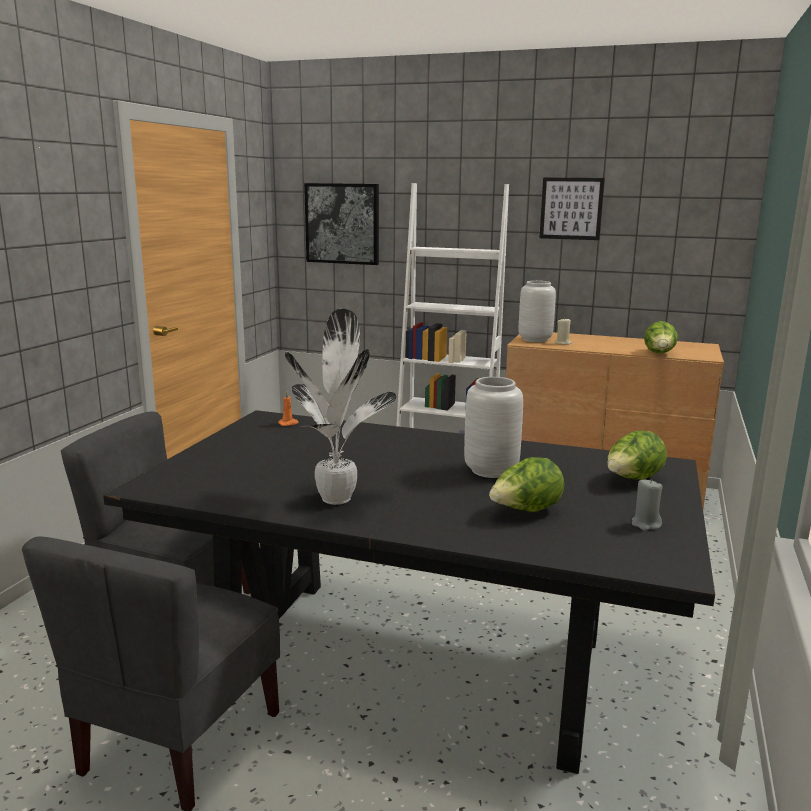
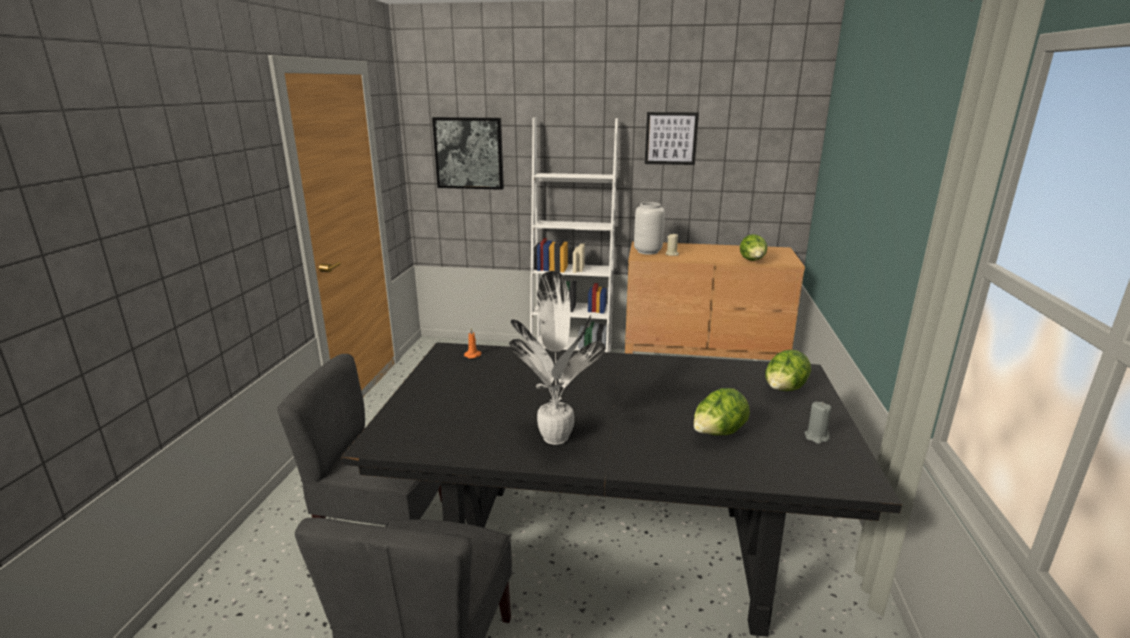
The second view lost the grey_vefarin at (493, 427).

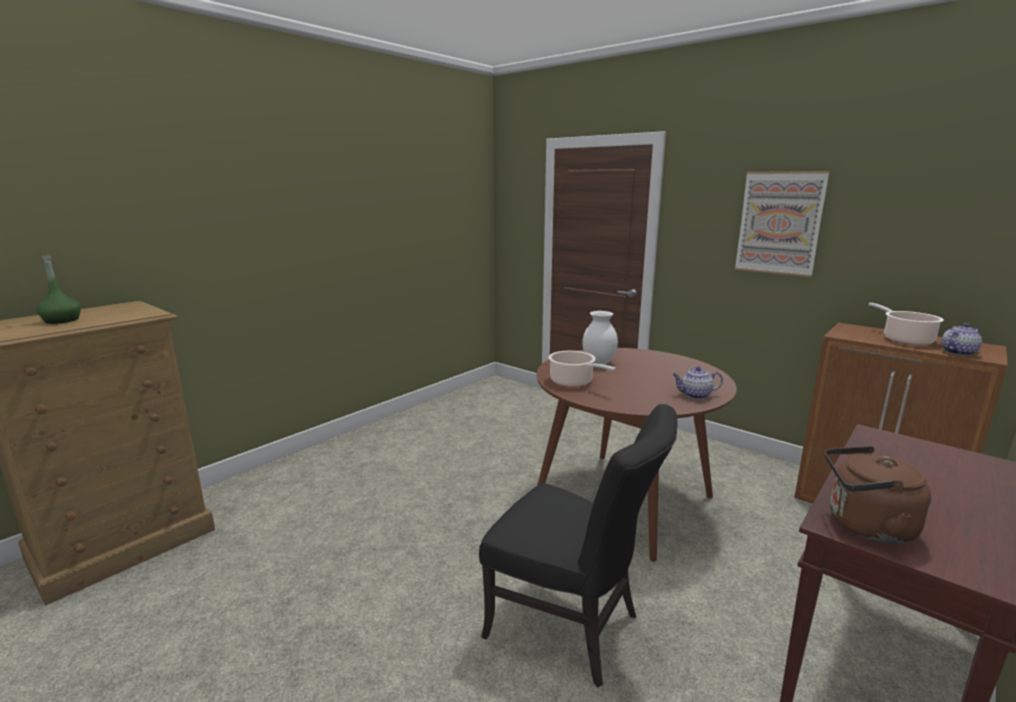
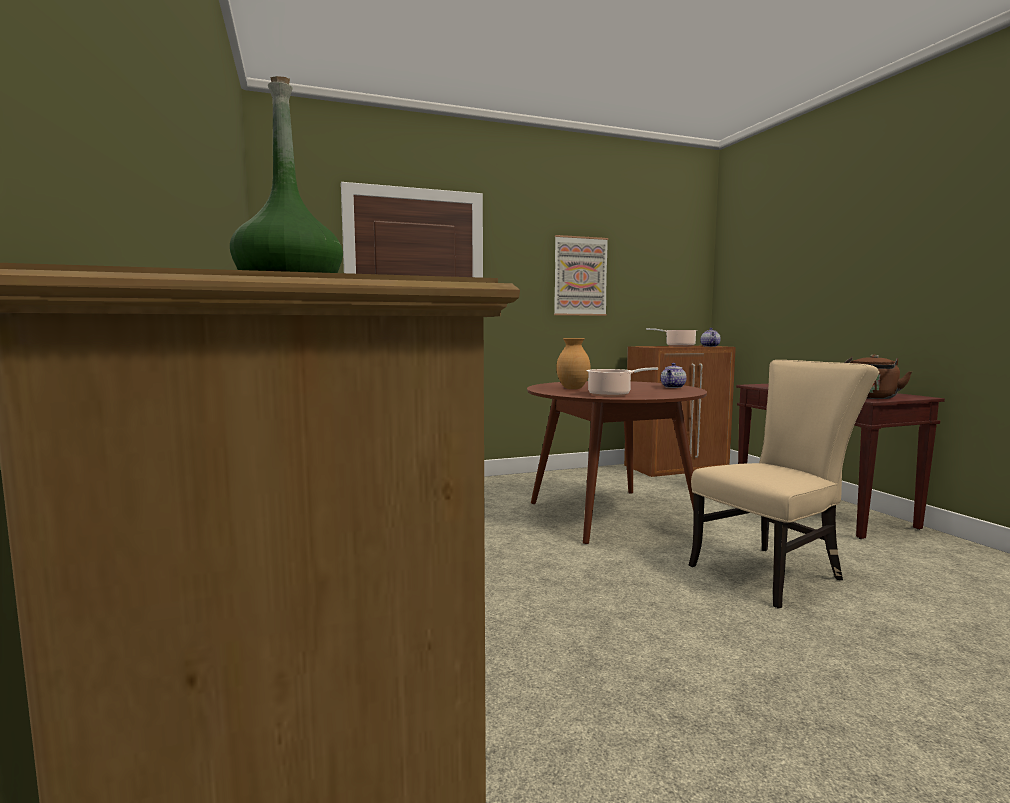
What was the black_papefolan at (578, 546) turned into the beige_papefolan at (783, 484). What was the white_vefarin at (600, 338) turned into the brown_vefarin at (573, 363).

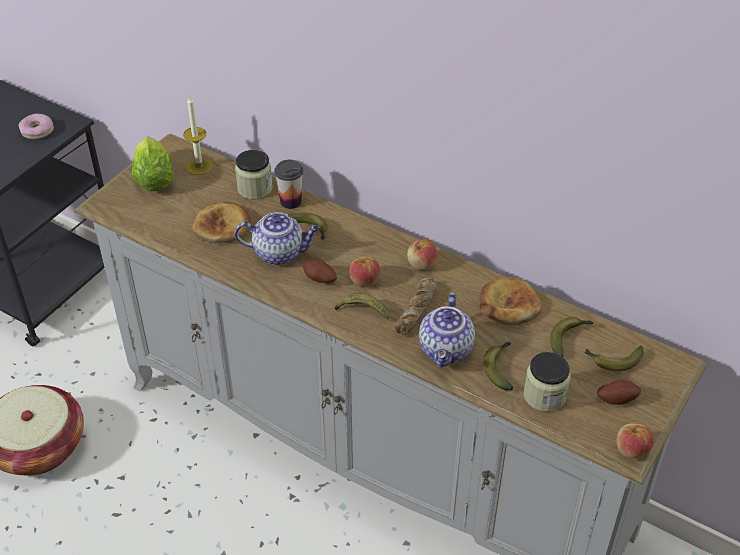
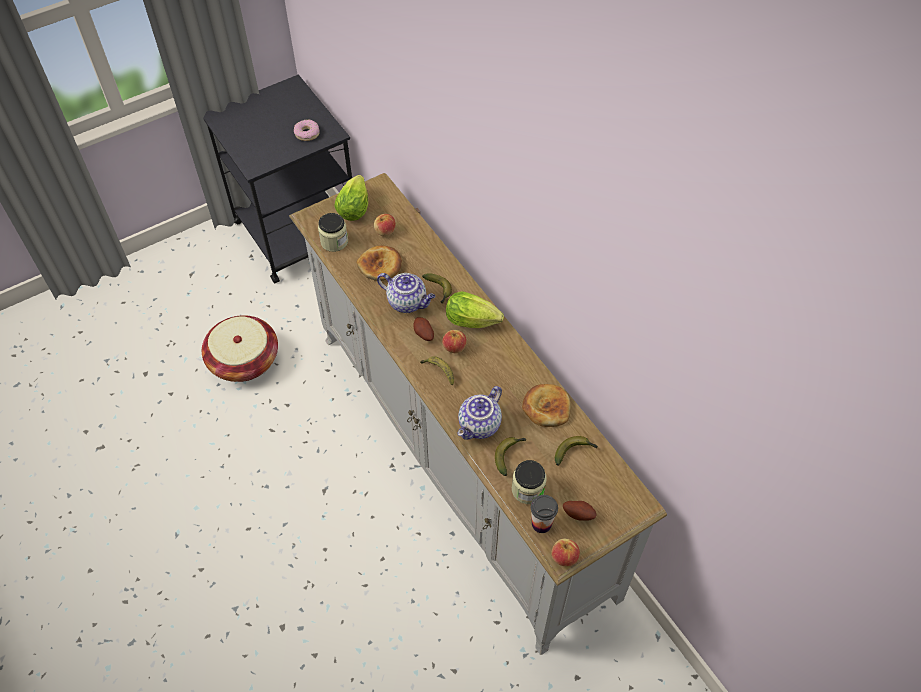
The second view lost the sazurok at (198, 135). The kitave ended up elsewhere, having gone from (254, 174) to (333, 232). The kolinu ended up elsewhere, having gone from (288, 184) to (544, 514). The second view lost the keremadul at (416, 306). The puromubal ended up elsewhere, having gone from (422, 254) to (385, 225). The second view lost the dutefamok at (614, 358). The second view gained the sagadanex at (475, 309).

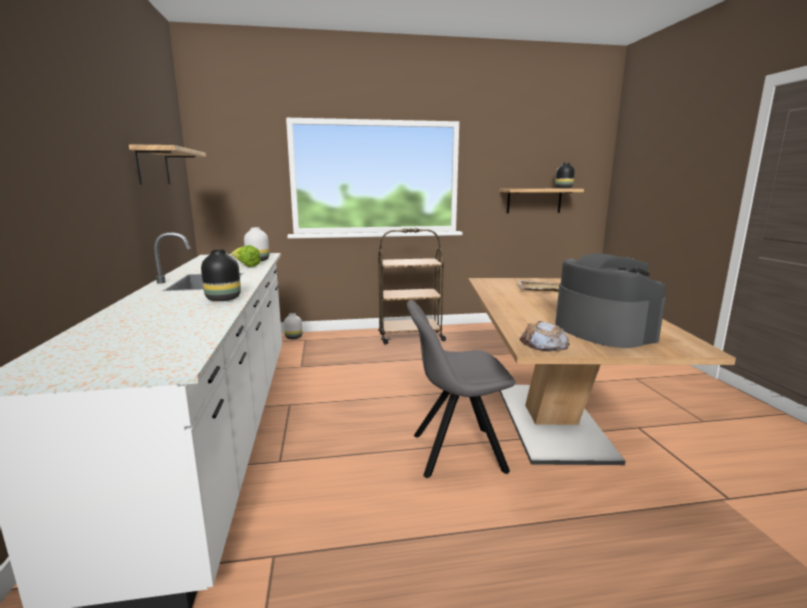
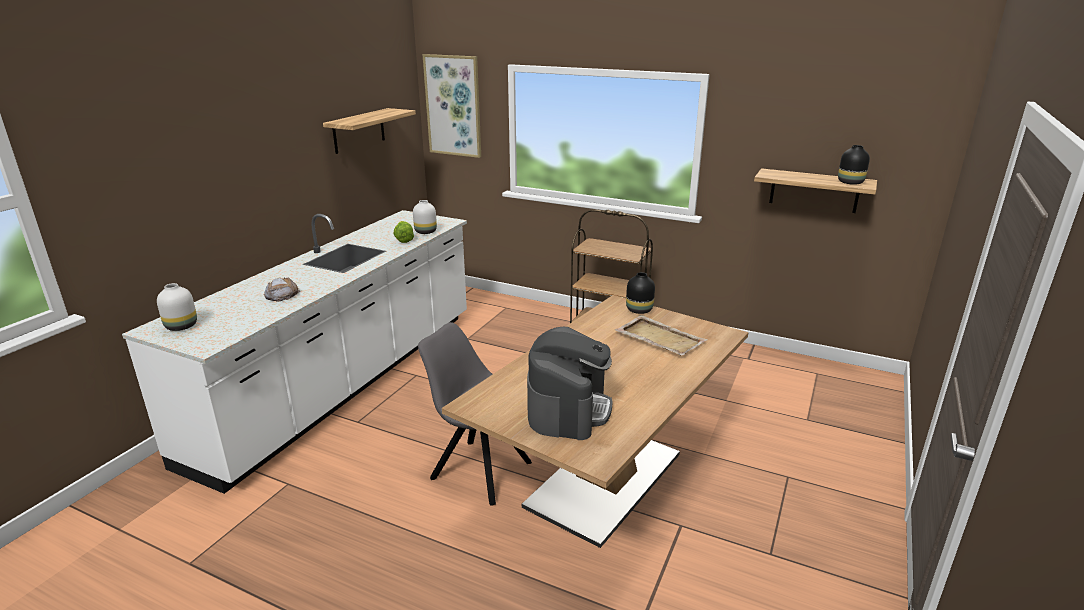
The black_vefarin ended up elsewhere, having gone from (221, 275) to (640, 293). The white_vefarin ended up elsewhere, having gone from (293, 326) to (177, 307). The keremadul ended up elsewhere, having gone from (545, 336) to (282, 289). The second view gained the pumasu at (452, 106).

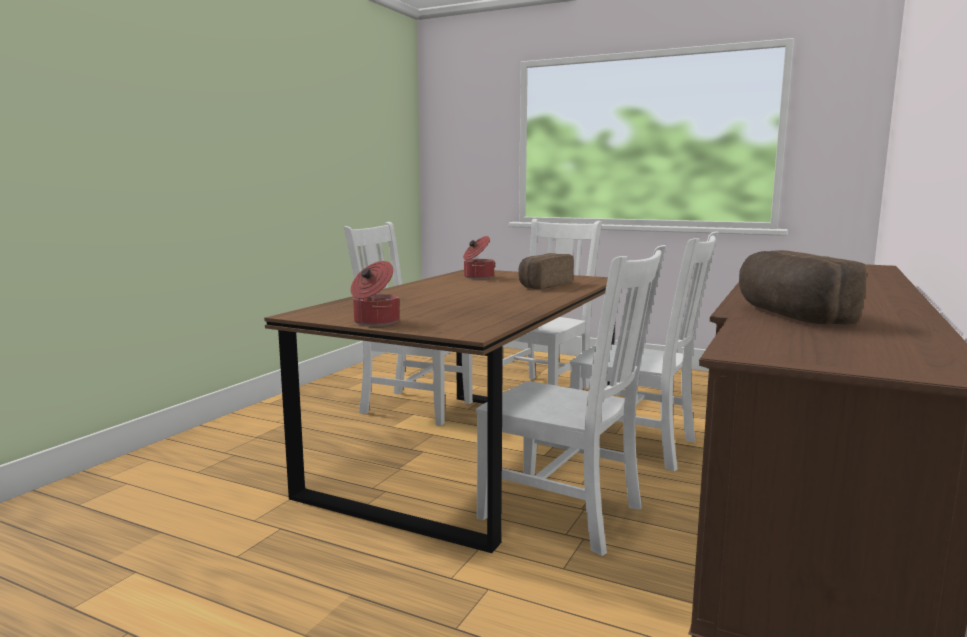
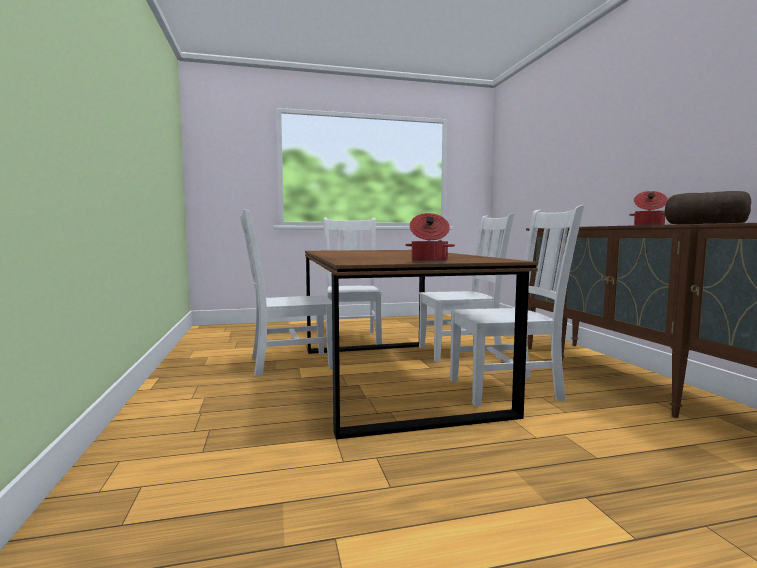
The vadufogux ended up elsewhere, having gone from (479, 257) to (648, 208). The second view lost the keremadul at (546, 271).

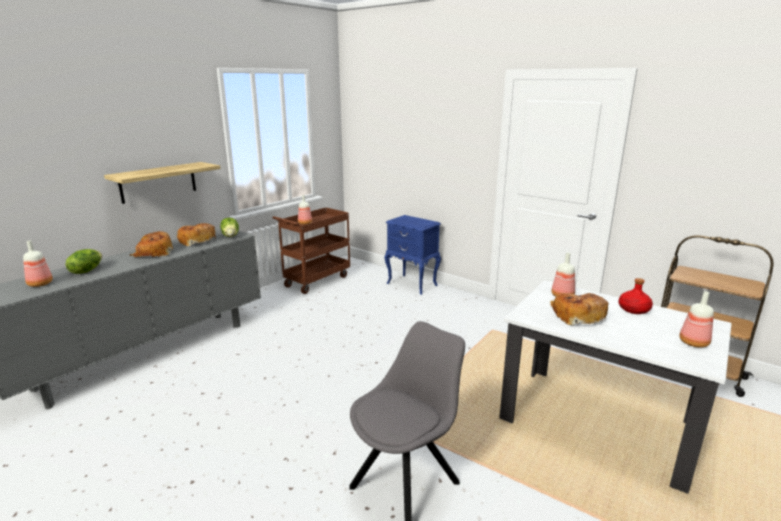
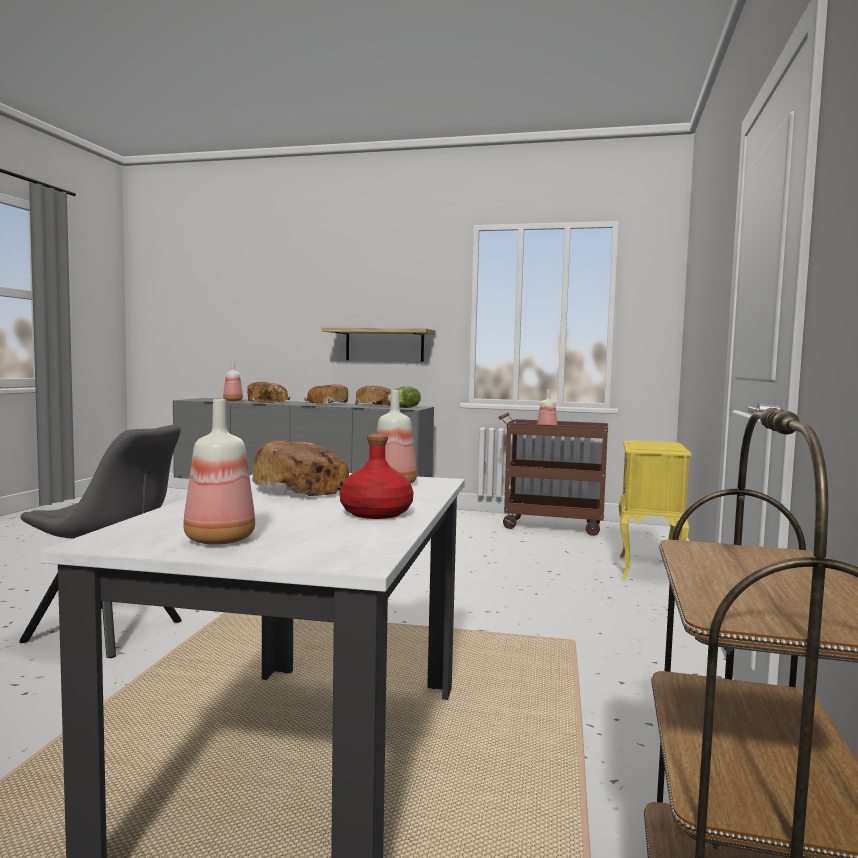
Where the sagadanex stood at (83, 261), the keremadul came to stand at (268, 392). What was the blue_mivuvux at (412, 255) turned into the yellow_mivuvux at (655, 510).

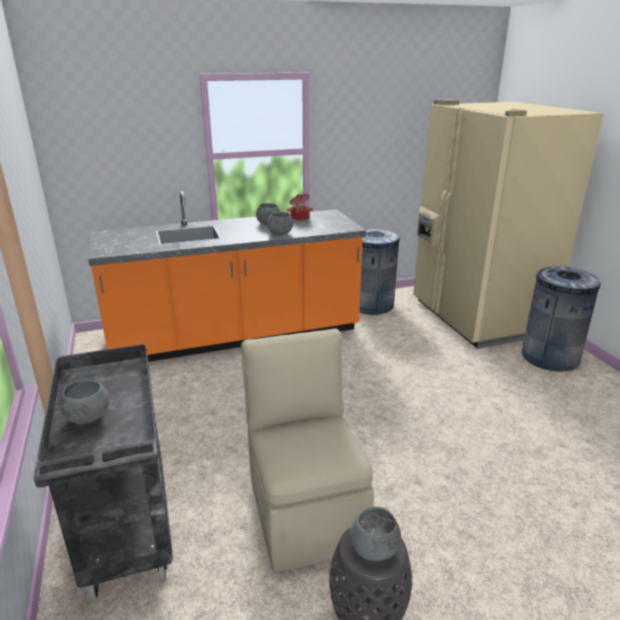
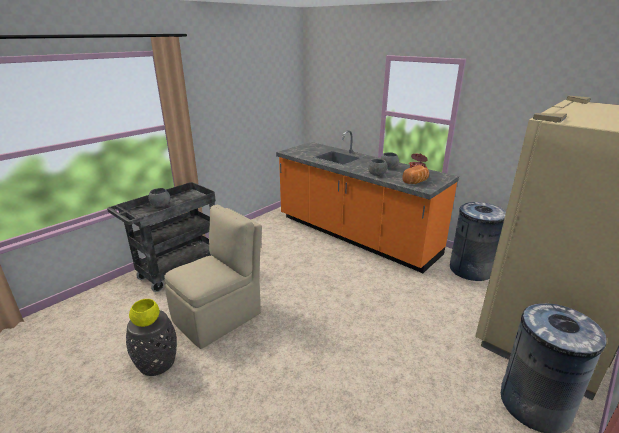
What was the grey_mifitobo at (375, 533) turned into the yellow_mifitobo at (144, 313). The second view gained the keremadul at (415, 174).

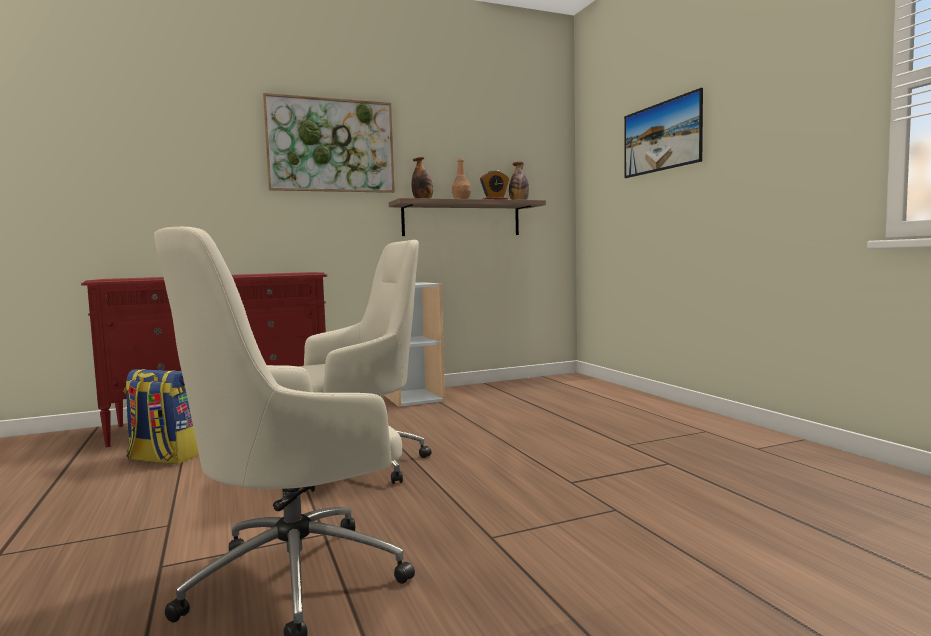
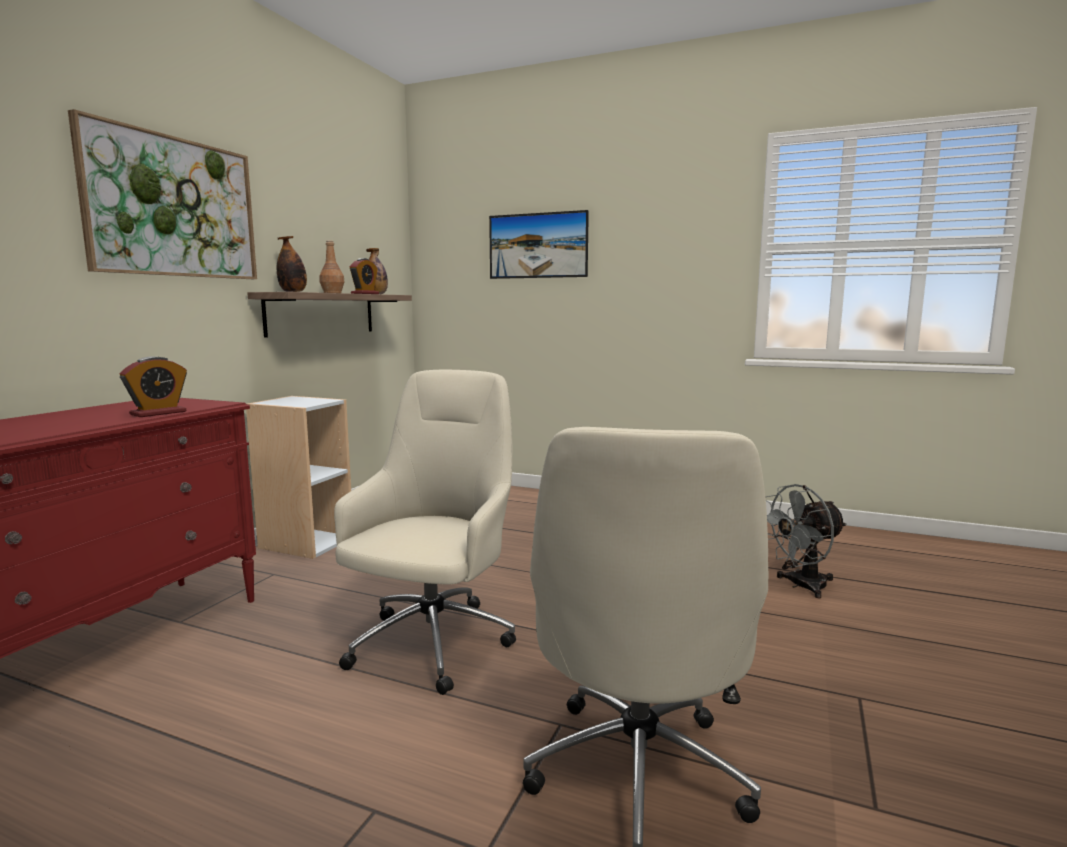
The second view lost the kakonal at (161, 416). The second view gained the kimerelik at (153, 386). The second view gained the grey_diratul at (805, 541).

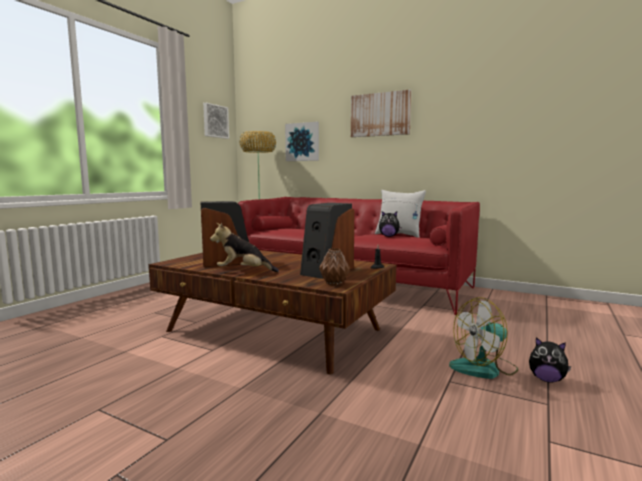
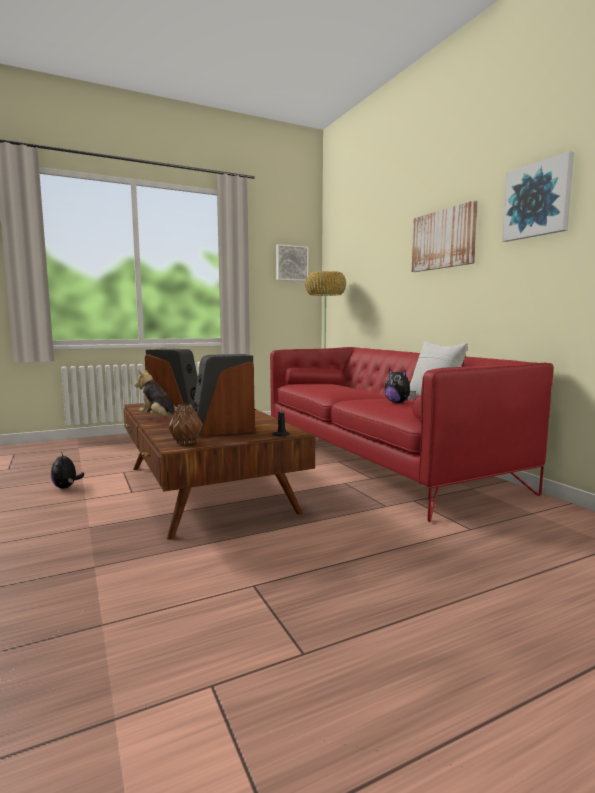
The pumasu ended up elsewhere, having gone from (302, 141) to (538, 196). The second view lost the diratul at (483, 338). The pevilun ended up elsewhere, having gone from (550, 360) to (67, 470).

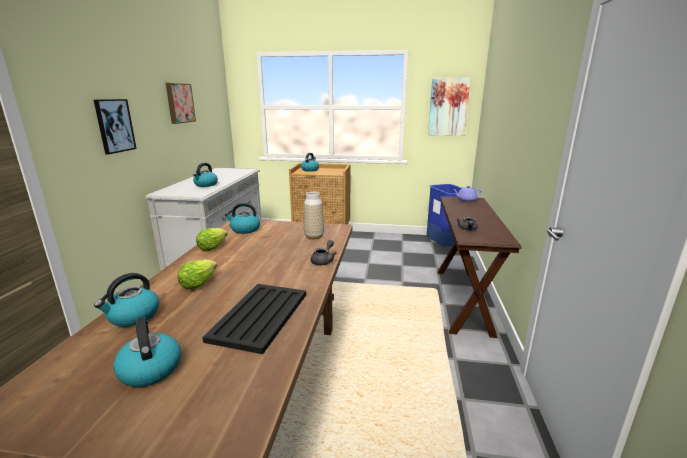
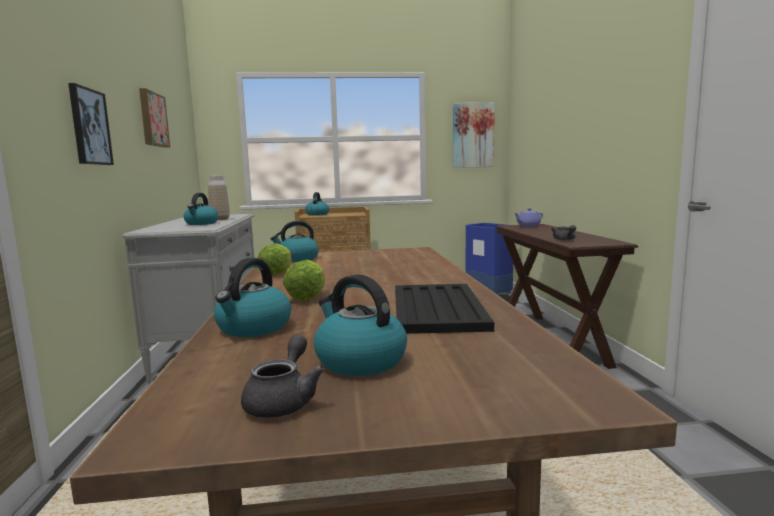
The vefarin ended up elsewhere, having gone from (314, 215) to (219, 198). The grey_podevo ended up elsewhere, having gone from (323, 252) to (283, 376).

